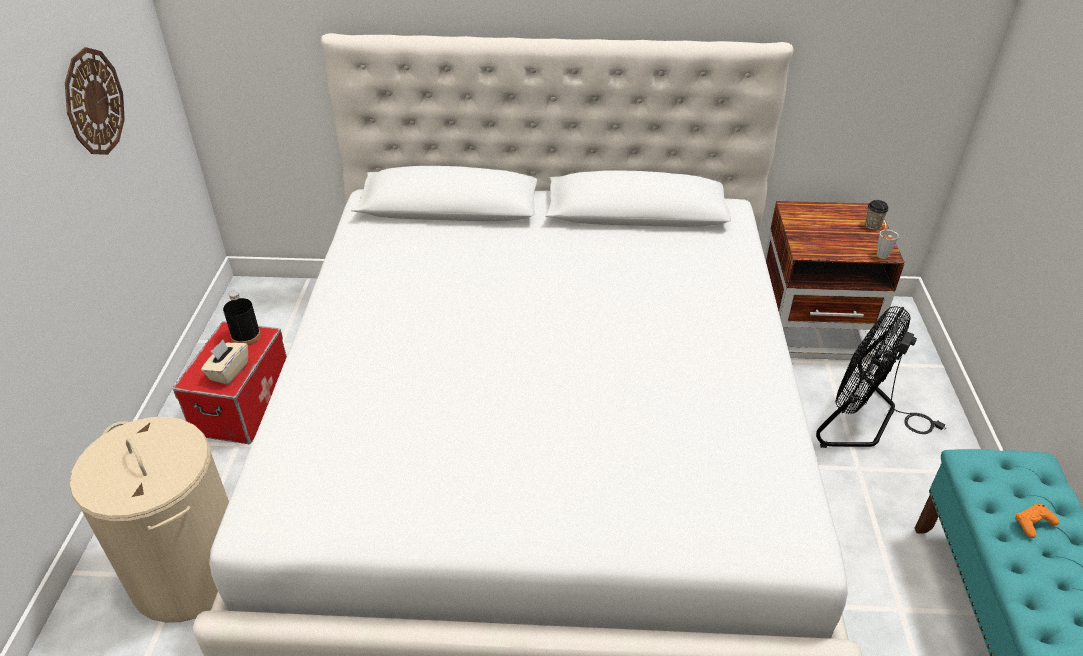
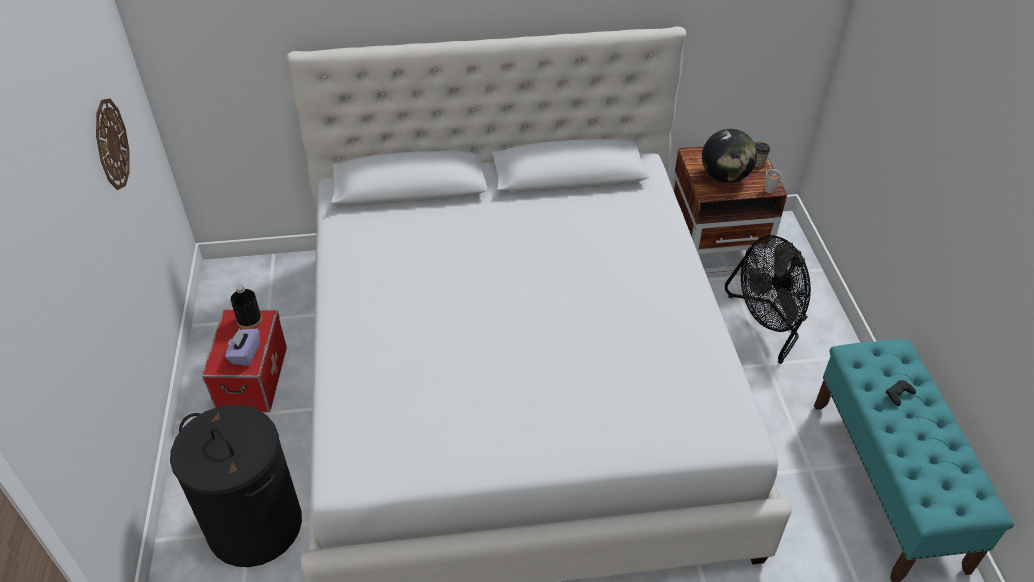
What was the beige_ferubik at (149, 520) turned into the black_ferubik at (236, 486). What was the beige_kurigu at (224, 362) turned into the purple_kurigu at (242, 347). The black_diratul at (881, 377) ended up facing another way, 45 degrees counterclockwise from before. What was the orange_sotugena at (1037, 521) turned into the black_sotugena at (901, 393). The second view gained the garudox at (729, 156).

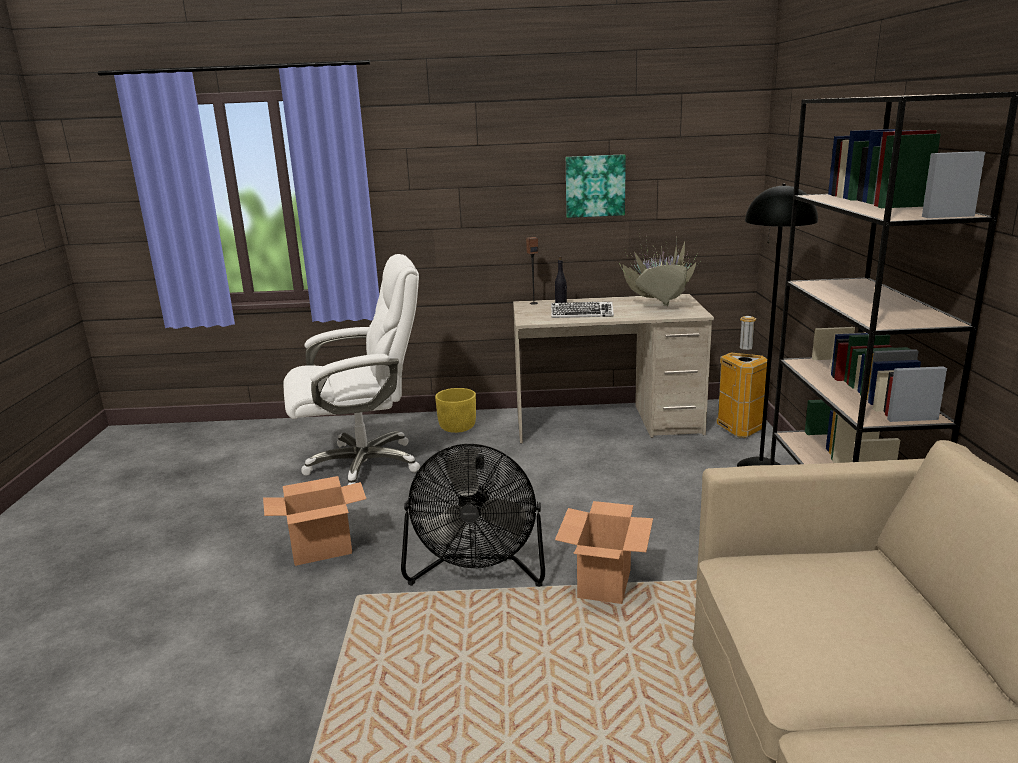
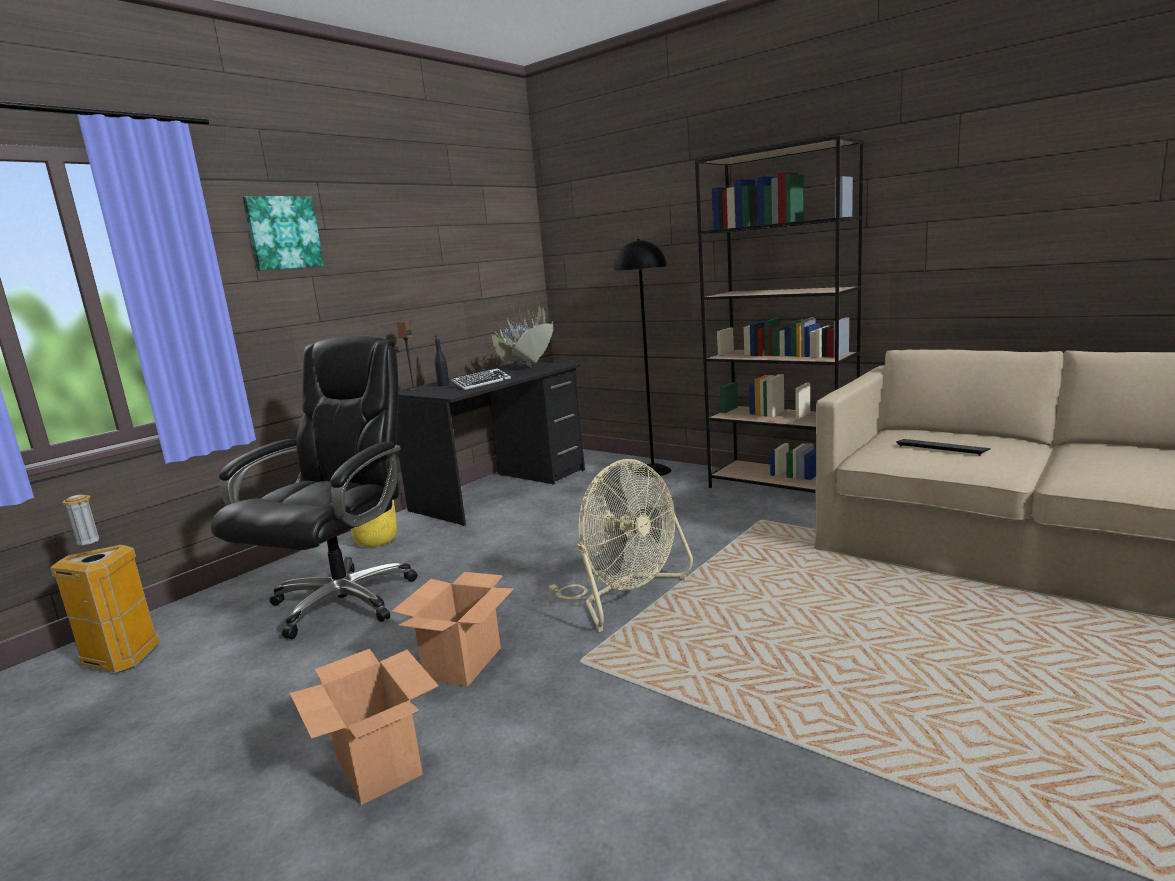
What was the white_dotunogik at (351, 369) turned into the black_dotunogik at (314, 487). What was the black_diratul at (473, 515) turned into the beige_diratul at (621, 545). What was the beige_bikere at (613, 369) turned into the black_bikere at (490, 444). The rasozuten ended up elsewhere, having gone from (604, 552) to (364, 727). The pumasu ended up elsewhere, having gone from (596, 186) to (283, 233). The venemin ended up elsewhere, having gone from (741, 377) to (105, 584). The second view gained the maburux at (943, 447).

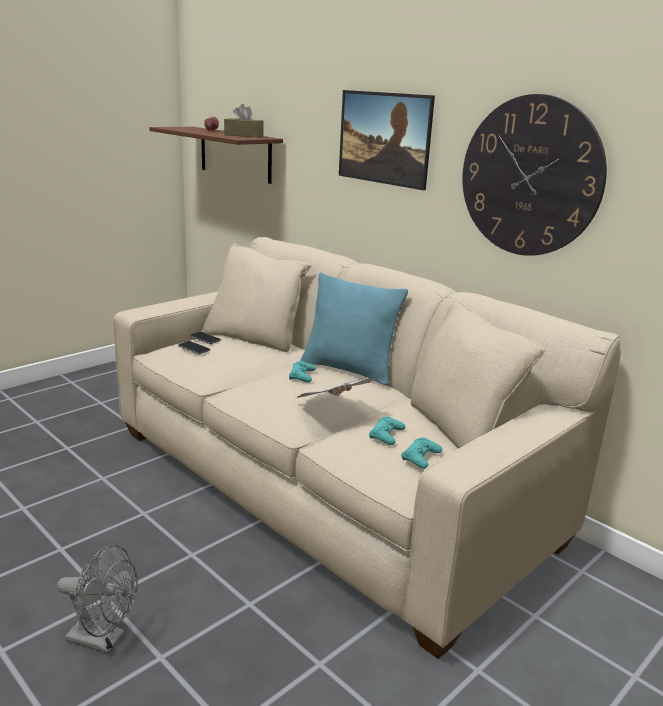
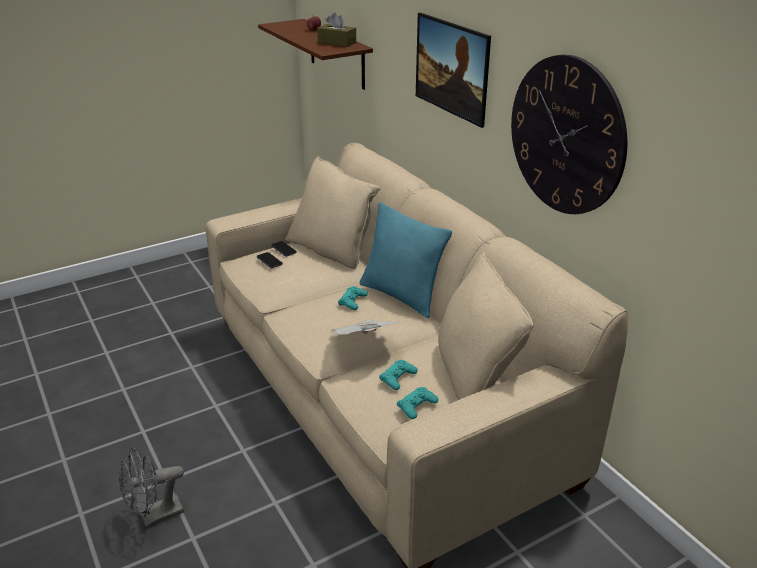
The grey_diratul at (97, 599) ended up facing another way, 120 degrees clockwise from before.

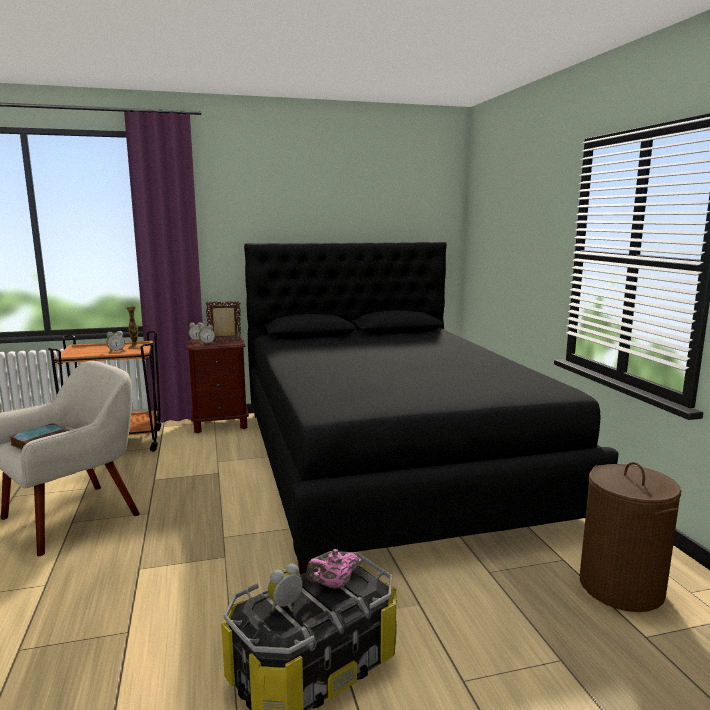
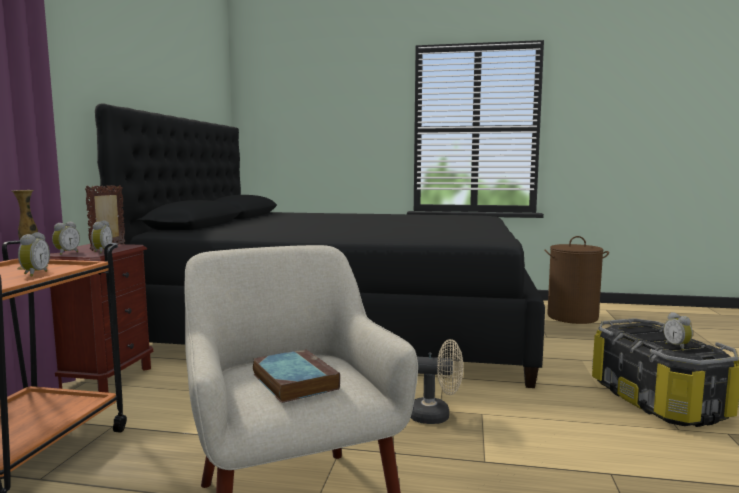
The second view lost the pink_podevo at (333, 569). The second view gained the beige_diratul at (437, 381).

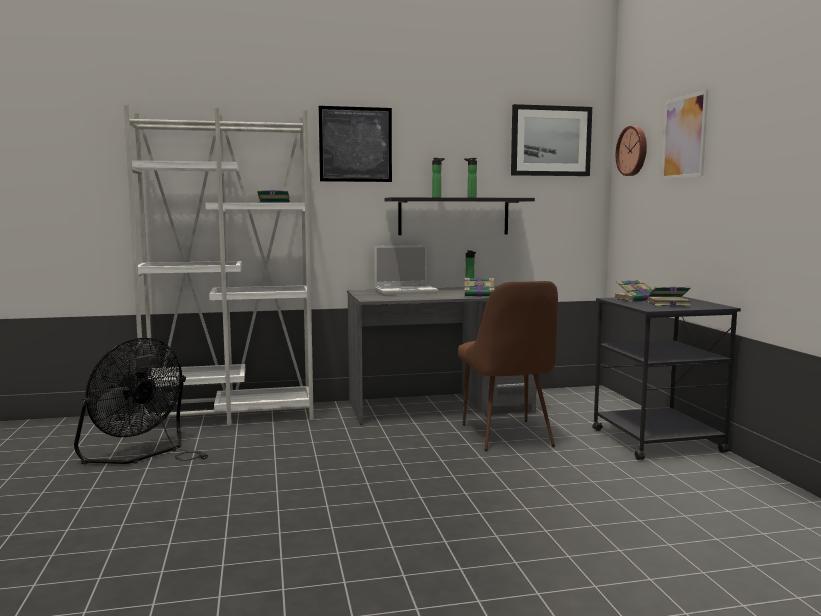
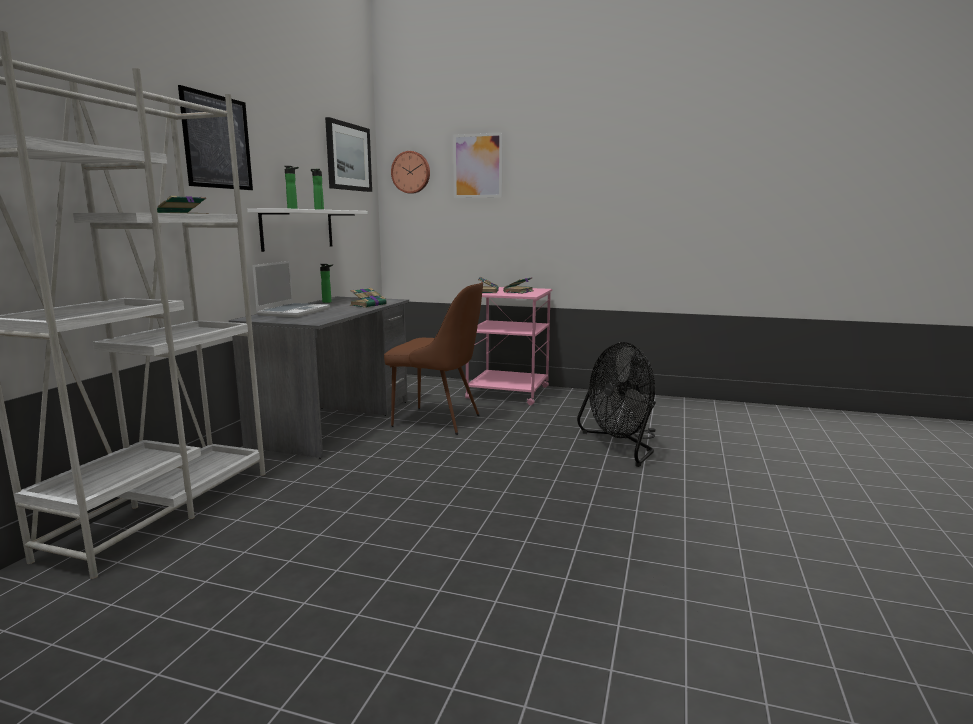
The black_diratul ended up elsewhere, having gone from (141, 401) to (616, 404). What was the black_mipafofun at (459, 216) turned into the white_mipafofun at (307, 230). What was the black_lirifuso at (666, 378) turned into the pink_lirifuso at (508, 346).

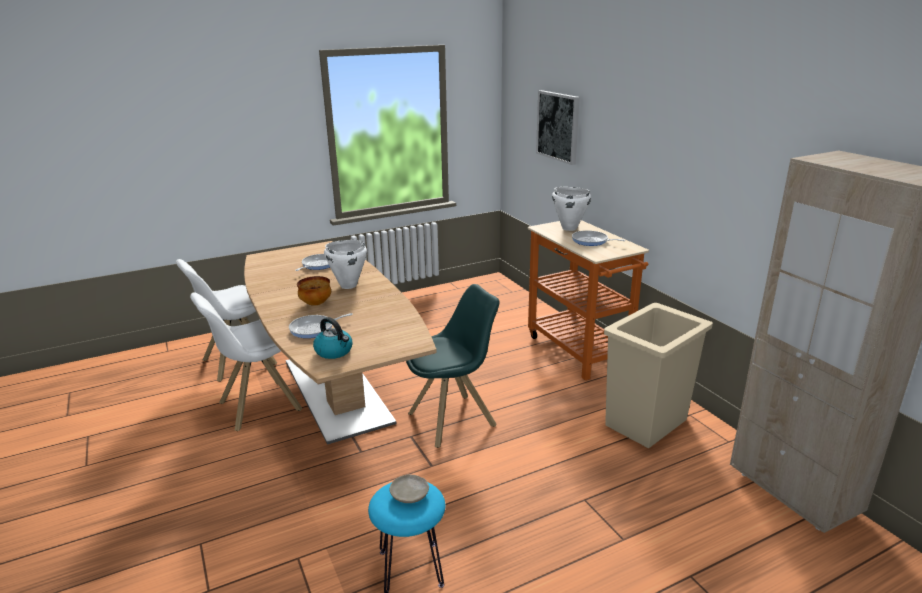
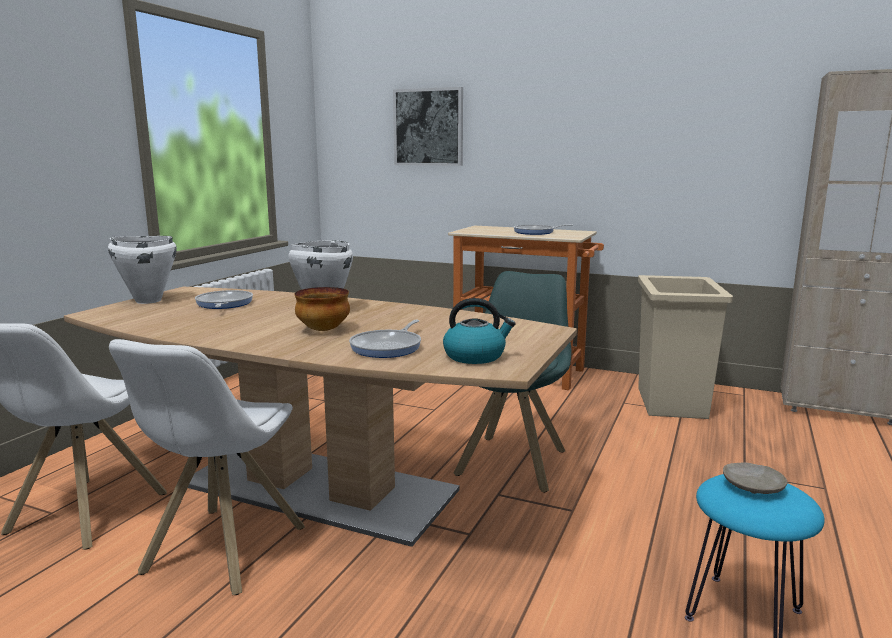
The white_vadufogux ended up elsewhere, having gone from (571, 209) to (142, 270).

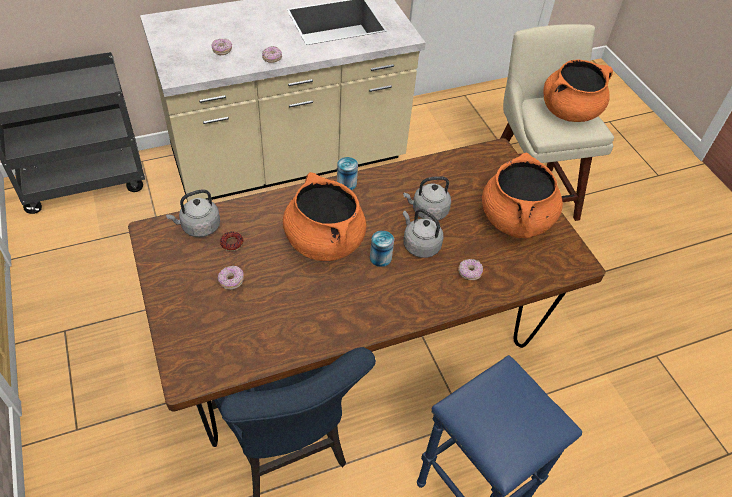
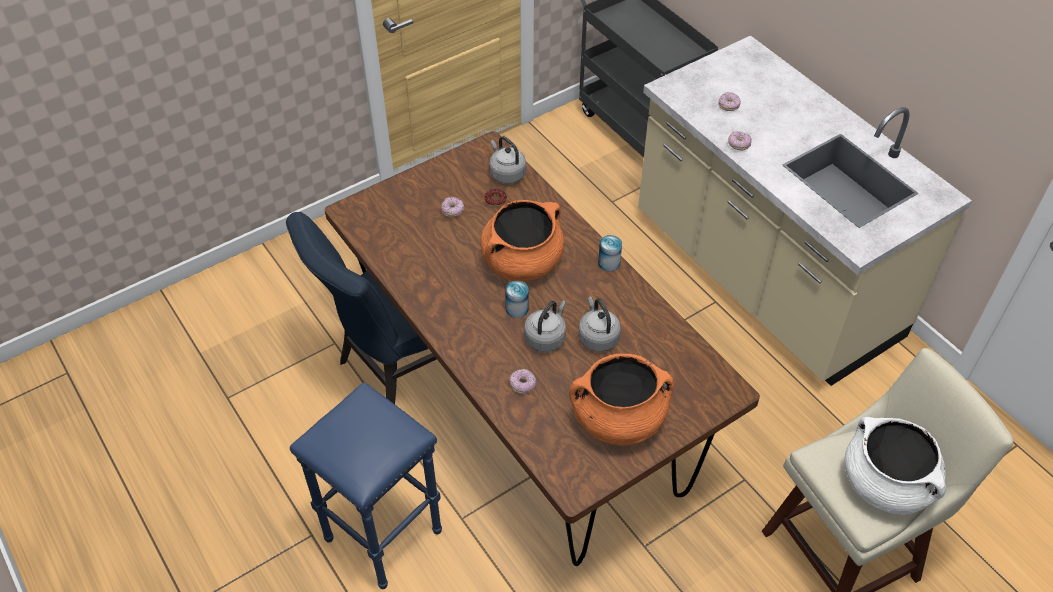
What was the orange_vadufogux at (578, 90) turned into the white_vadufogux at (895, 466).

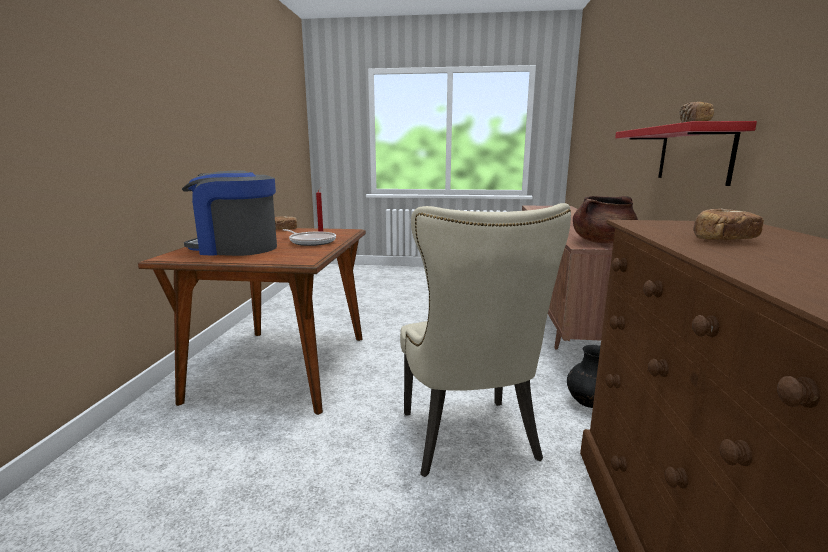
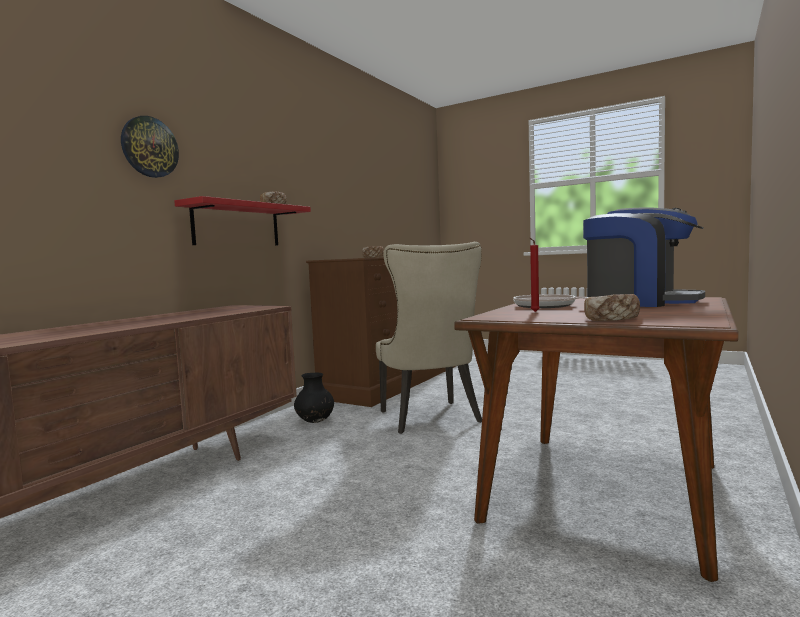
The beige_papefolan at (485, 340) ended up facing another way, 150 degrees clockwise from before. The second view lost the brown_vadufogux at (605, 219). The second view gained the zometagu at (150, 147).

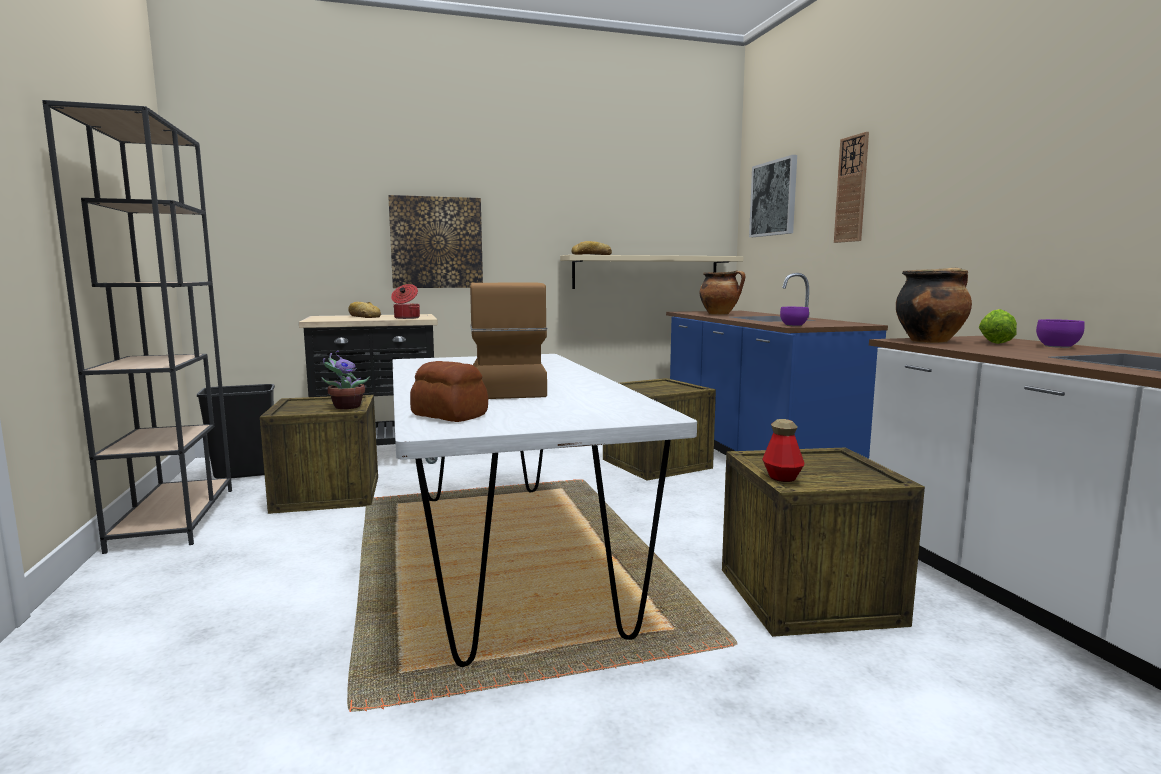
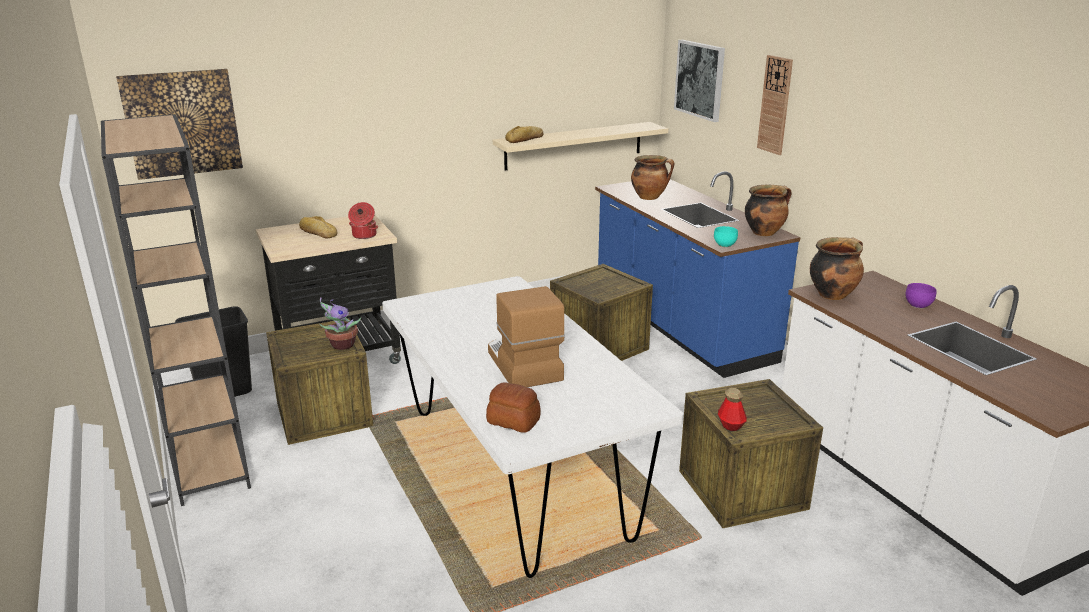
The pumasu ended up elsewhere, having gone from (435, 241) to (179, 124). What was the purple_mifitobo at (794, 316) turned into the turquoise_mifitobo at (726, 236). The second view lost the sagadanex at (998, 326). The second view gained the vadufogux at (768, 210).

